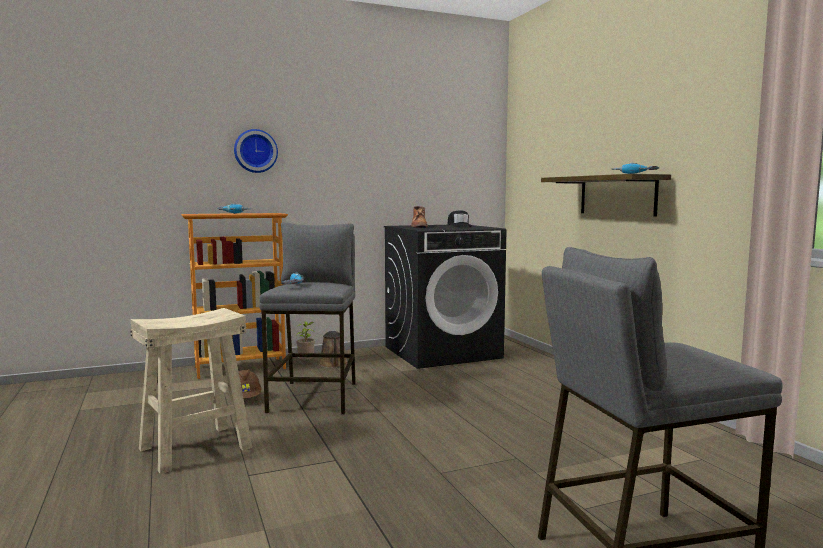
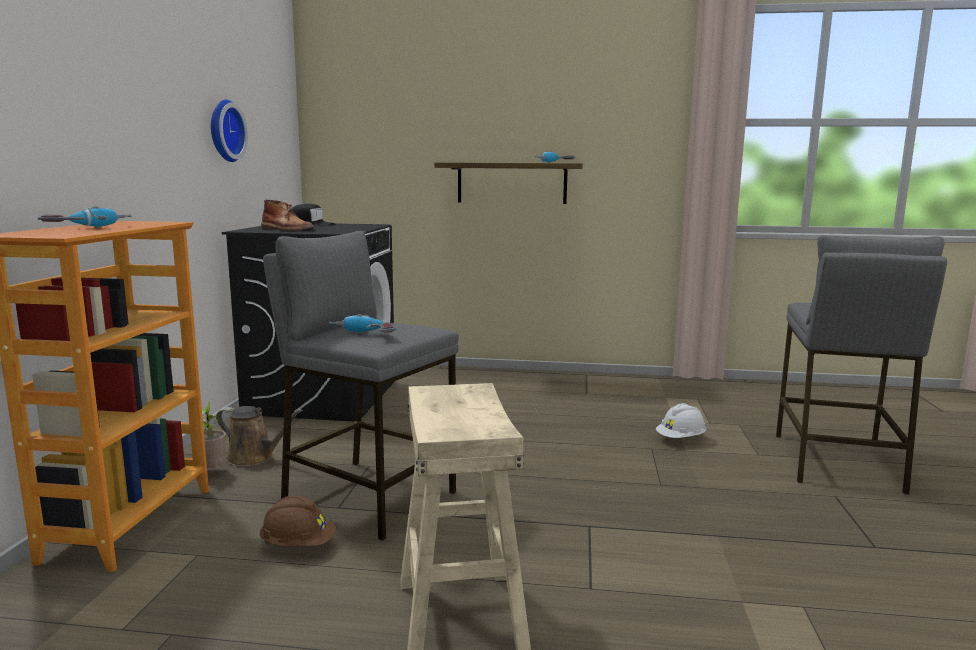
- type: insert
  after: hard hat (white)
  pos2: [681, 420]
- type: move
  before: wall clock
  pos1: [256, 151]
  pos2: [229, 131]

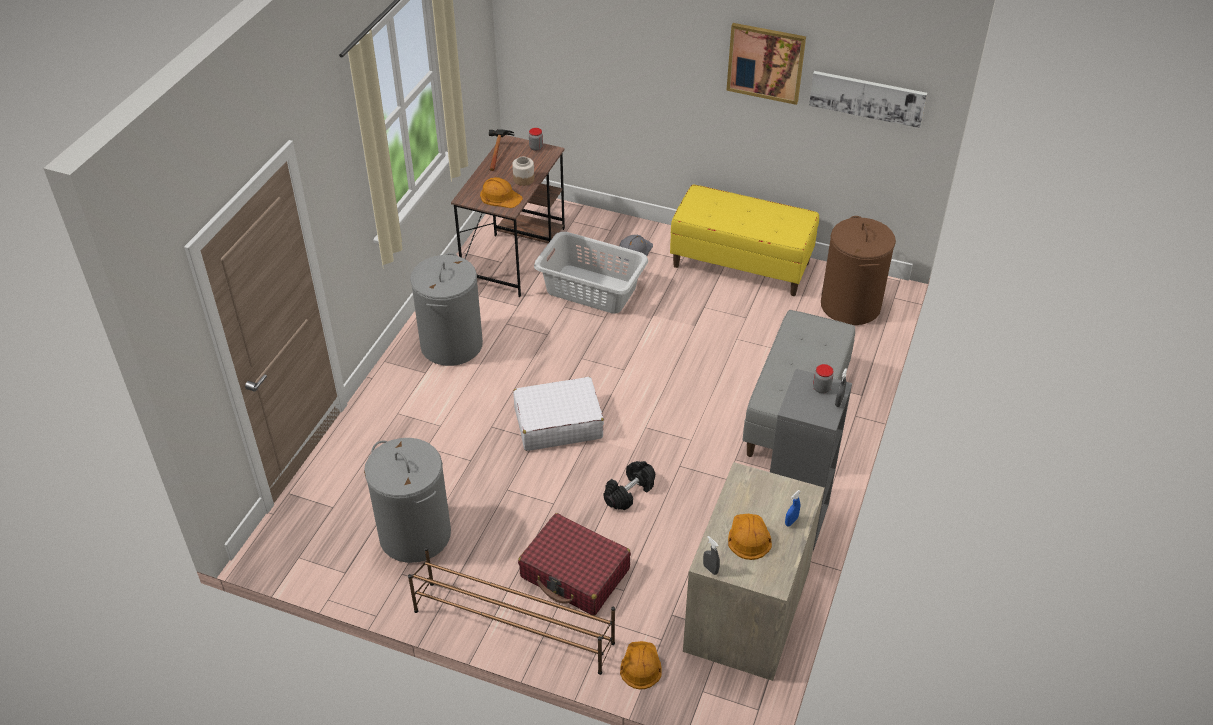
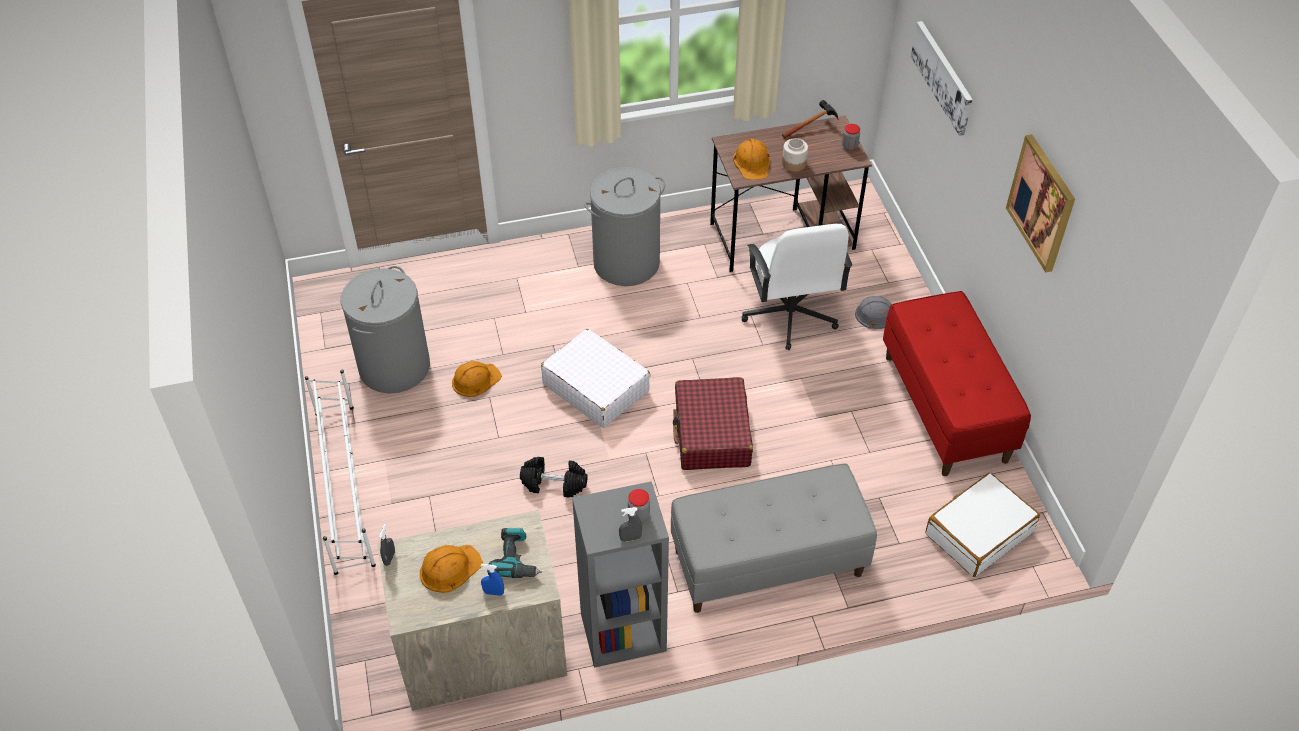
- type: insert
  after: power drill
  pos2: [514, 553]
- type: move
  before: suitcase (red)
  pos1: [574, 564]
  pos2: [713, 423]
- type: move
  before: hard hat (orange)
  pos1: [640, 665]
  pos2: [477, 379]
- type: move
  before: picture
  pos1: [868, 99]
  pos2: [942, 78]
- type: replace
  before: laundry basket (grey)
  after: office chair (white)
  pos1: [591, 273]
  pos2: [797, 287]
- type: replace
  before: laundry basket (brown)
  after: suitcase (white)
  pos1: [858, 270]
  pos2: [982, 525]
- type: recolor
  before: shoe rack (brown)
  after: shoe rack (white)
  pos1: [511, 611]
  pos2: [340, 472]
- type: recolor
  before: bench (yellow)
  after: bench (red)
  pos1: [744, 240]
  pos2: [957, 383]

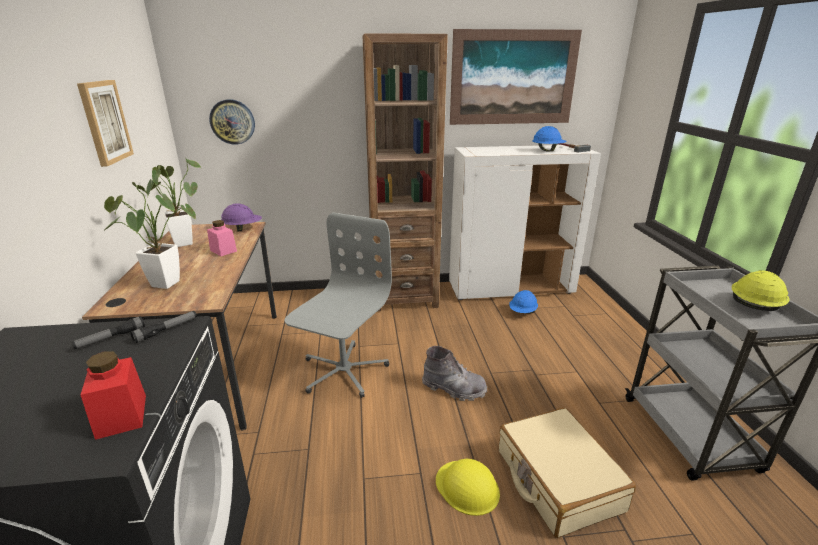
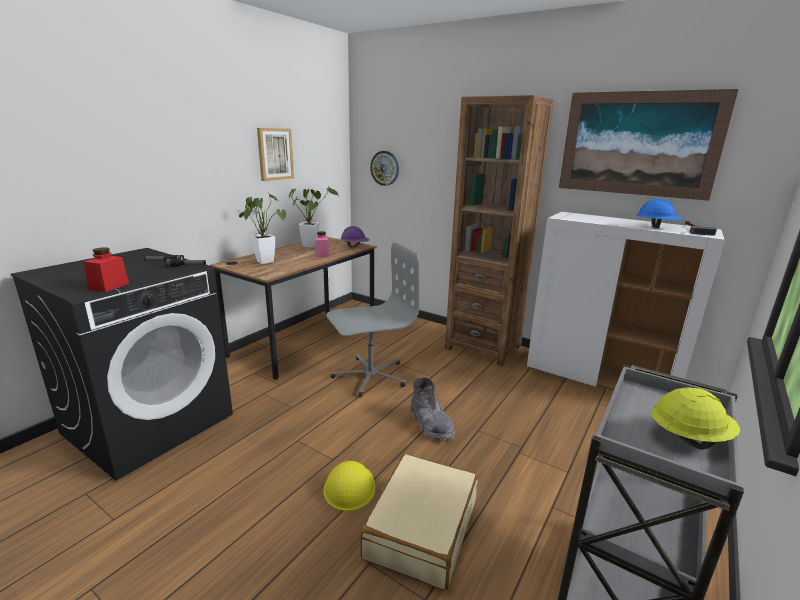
- type: delete
  before: hard hat (blue)
  pos1: [523, 301]

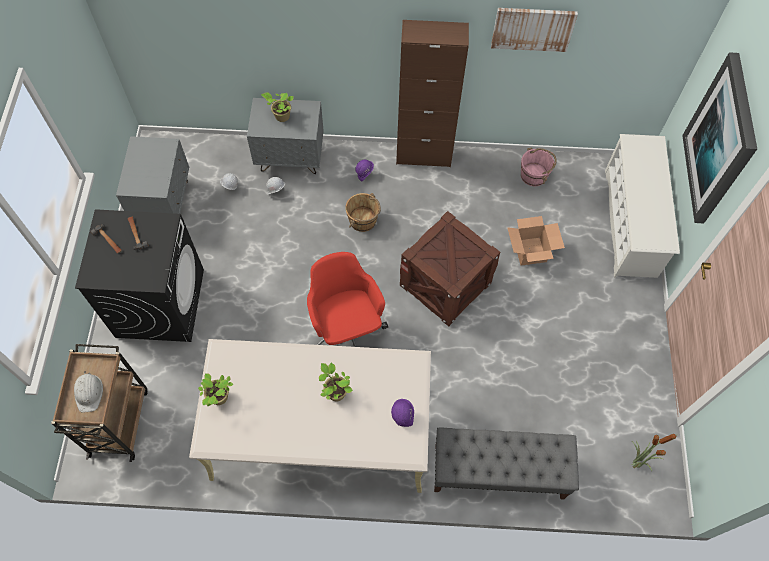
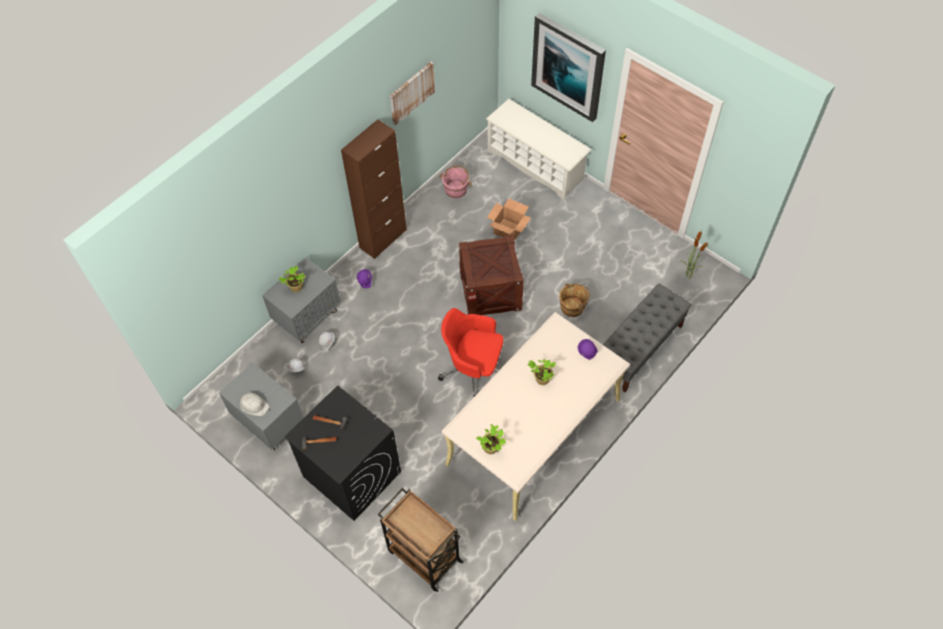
- type: move
  before: hard hat (white)
  pos1: [88, 391]
  pos2: [254, 404]
- type: move
  before: bucket (brown)
  pos1: [363, 212]
  pos2: [574, 300]

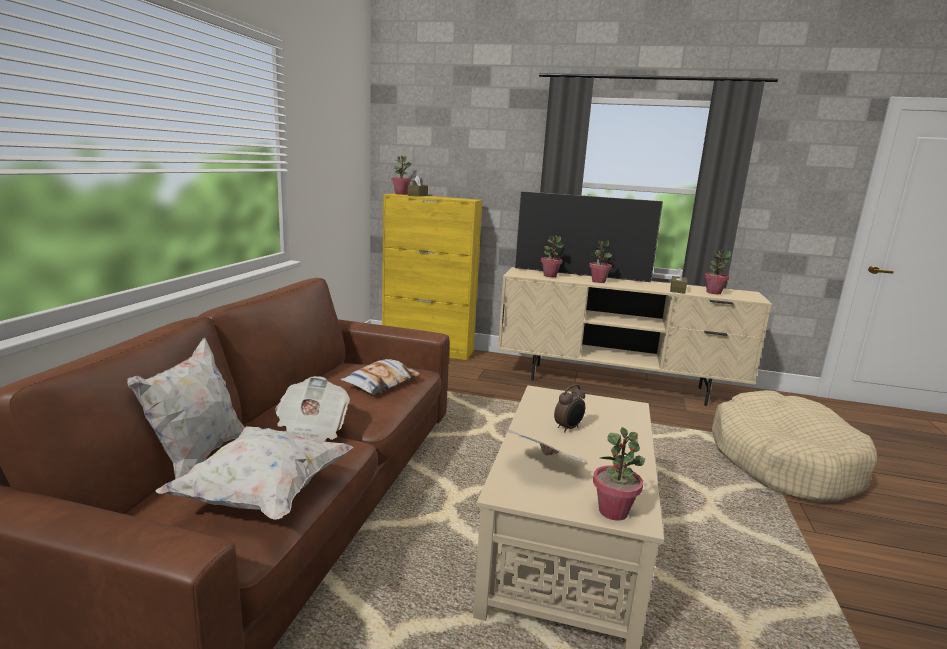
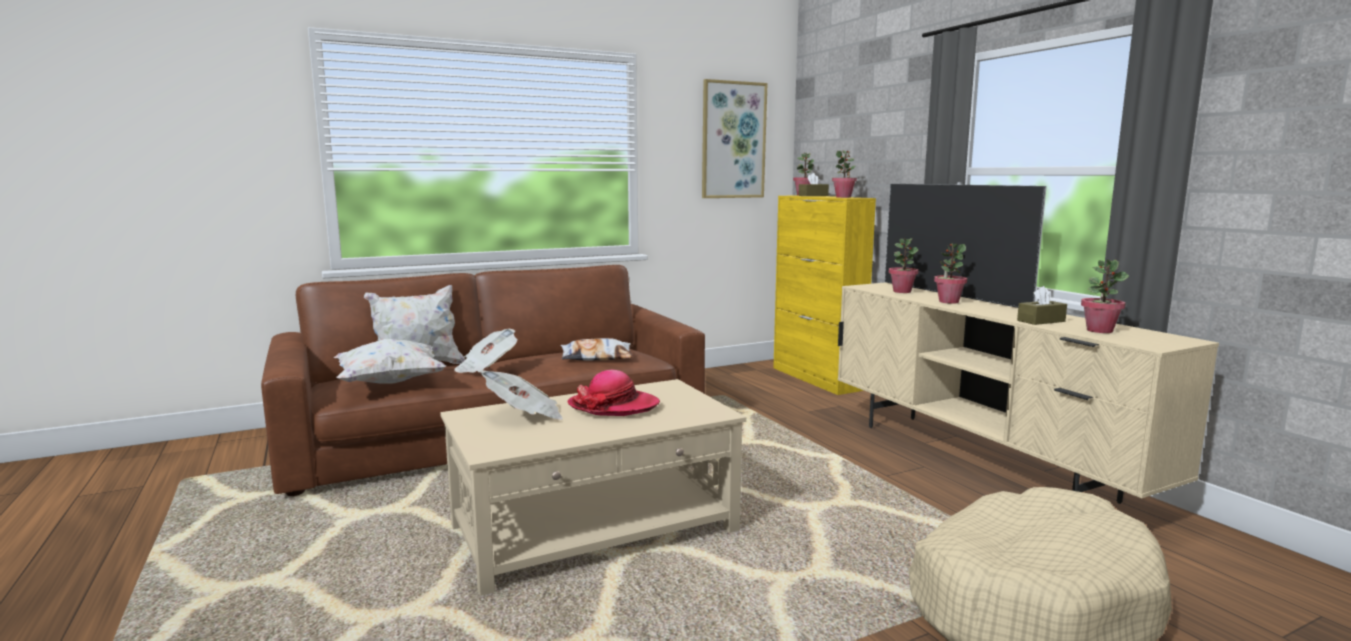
- type: insert
  after: picture
  pos2: [735, 138]
- type: move
  before: potted plant
  pos1: [619, 473]
  pos2: [844, 174]
- type: replace
  before: alarm clock
  after: hat
  pos1: [569, 408]
  pos2: [613, 393]

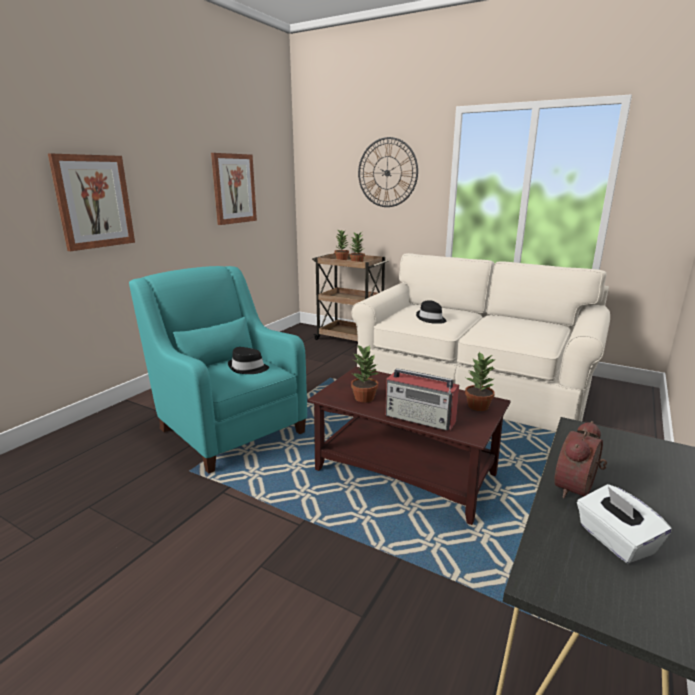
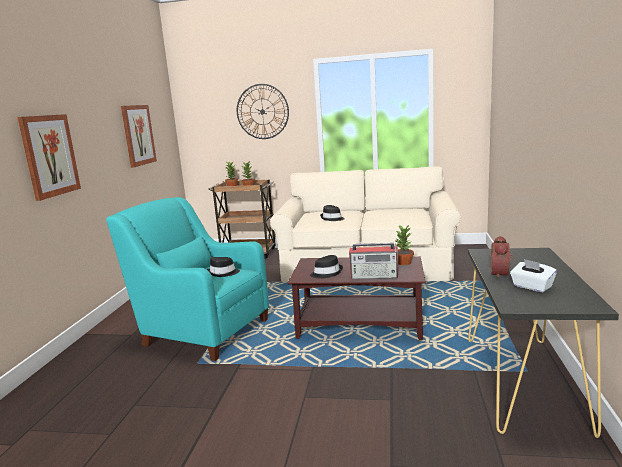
- type: replace
  before: potted plant
  after: hat (black)
  pos1: [365, 373]
  pos2: [326, 267]

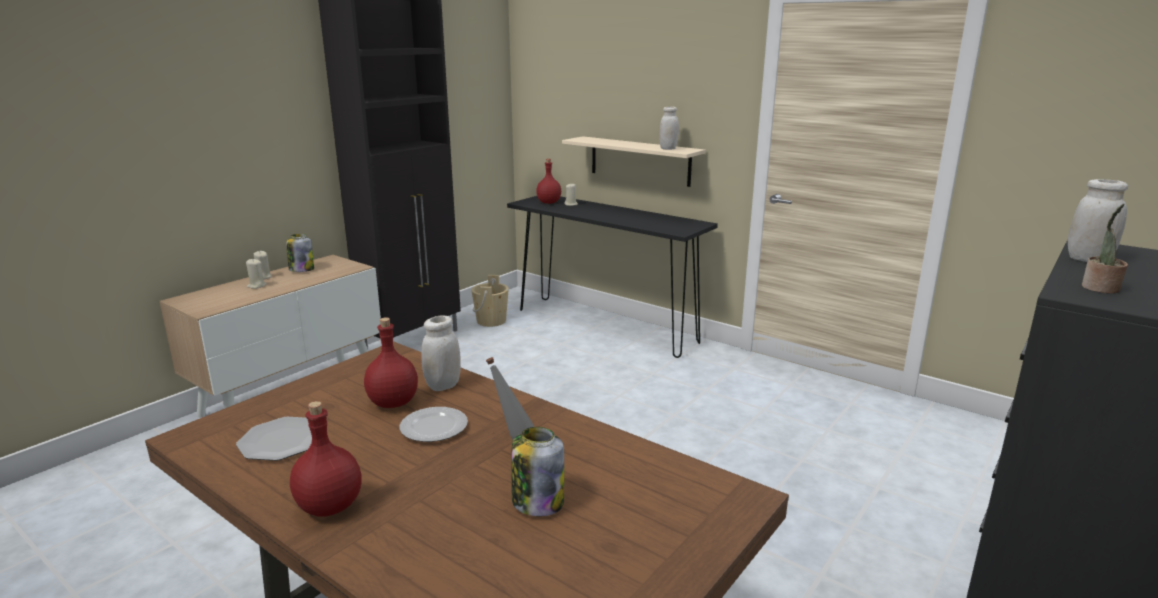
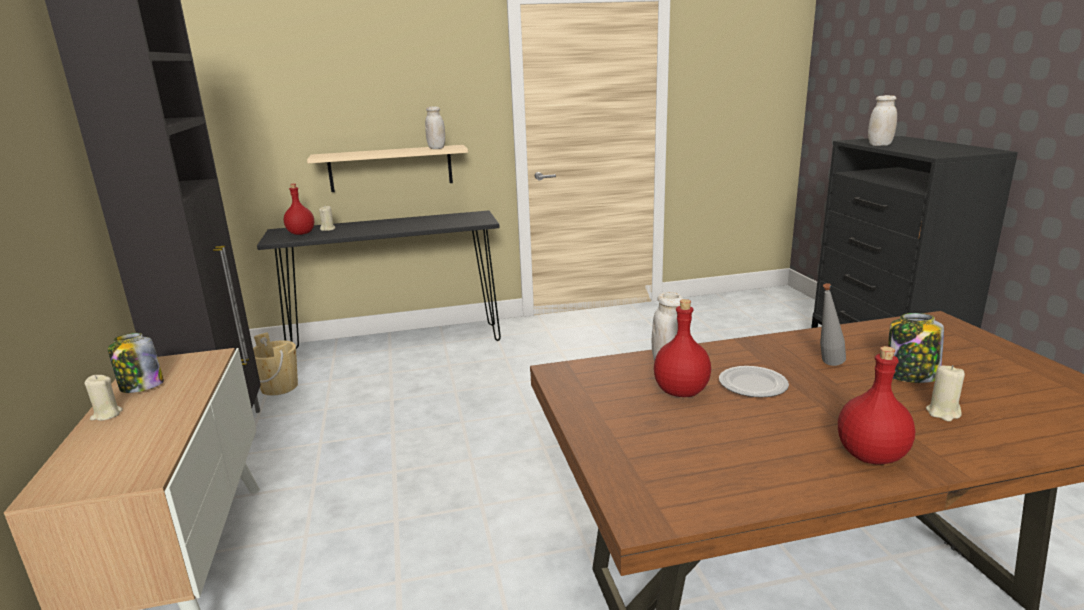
- type: delete
  before: plate
  pos1: [274, 439]
- type: delete
  before: potted plant
  pos1: [1105, 248]
- type: move
  before: candle (beige)
  pos1: [256, 274]
  pos2: [945, 393]

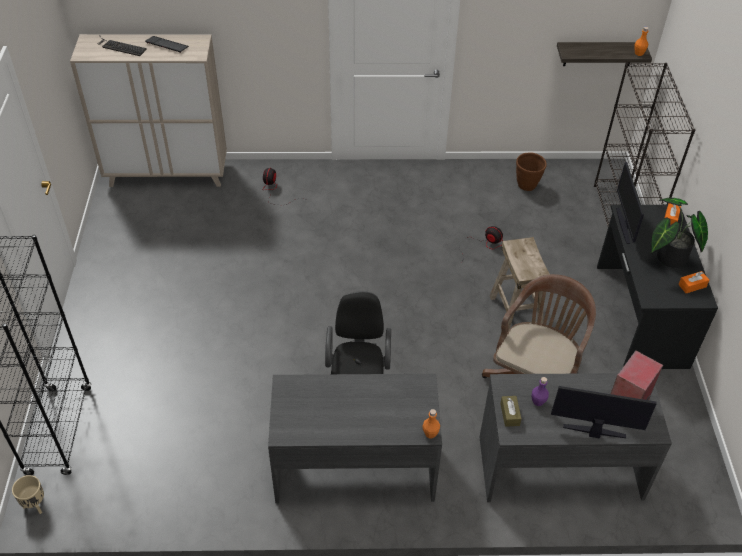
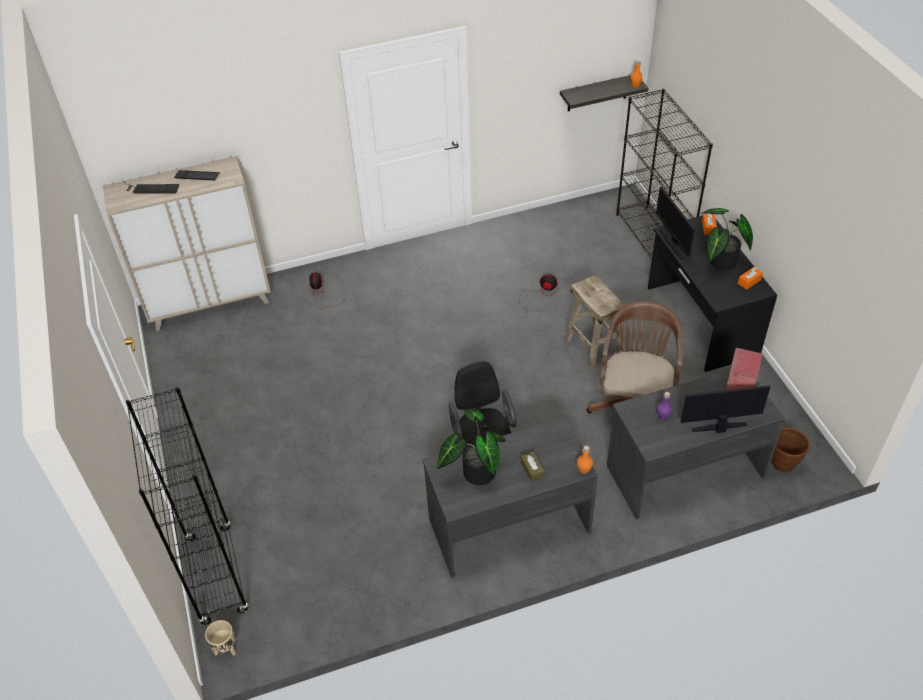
- type: insert
  after: potted plant
  pos2: [471, 447]
- type: move
  before: tissue box (brown)
  pos1: [511, 411]
  pos2: [532, 467]
- type: move
  before: planter (brown)
  pos1: [531, 171]
  pos2: [791, 449]

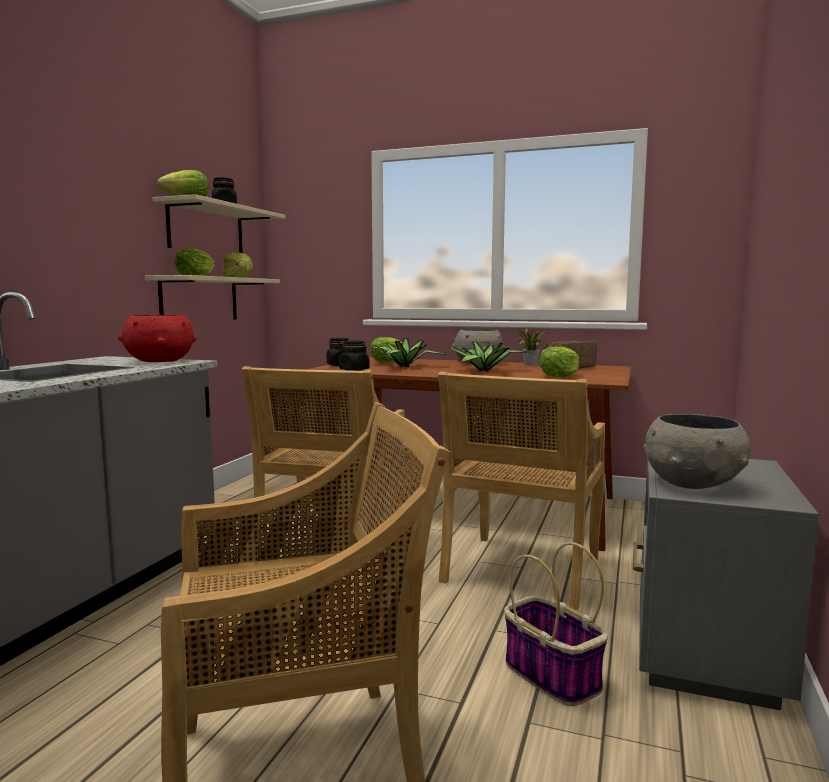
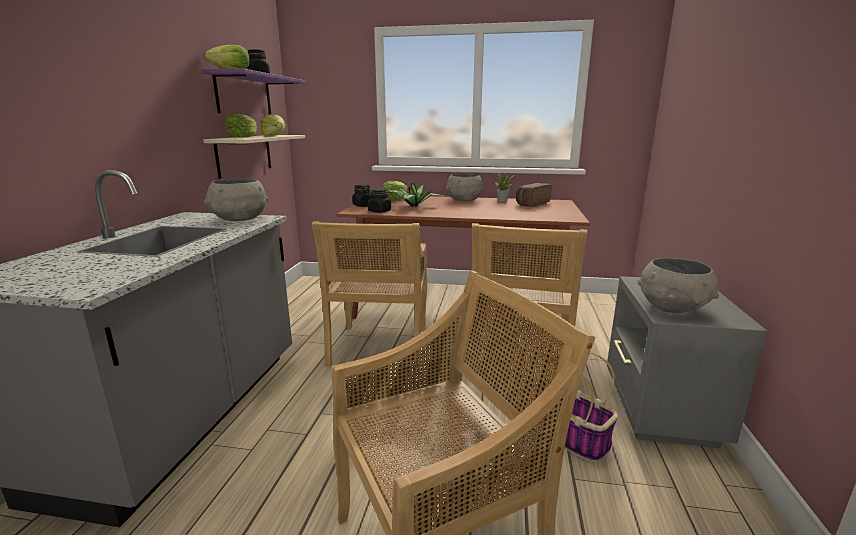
- type: delete
  before: potted plant
  pos1: [488, 356]
- type: delete
  before: lettuce
  pos1: [559, 362]
- type: recolor
  before: bowl (red)
  after: bowl (grey)
  pos1: [157, 338]
  pos2: [236, 200]
- type: recolor
  before: shelf (beige)
  after: shelf (purple)
  pos1: [219, 223]
  pos2: [254, 91]

